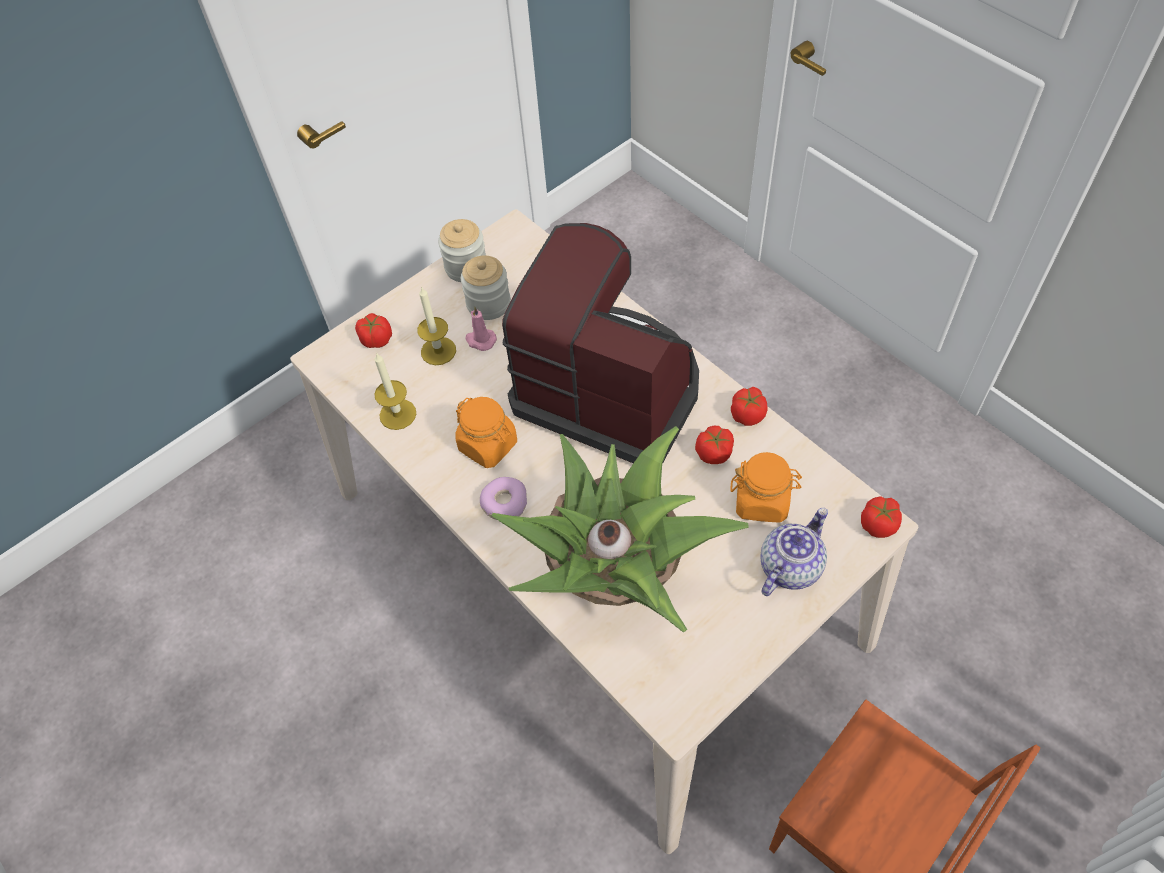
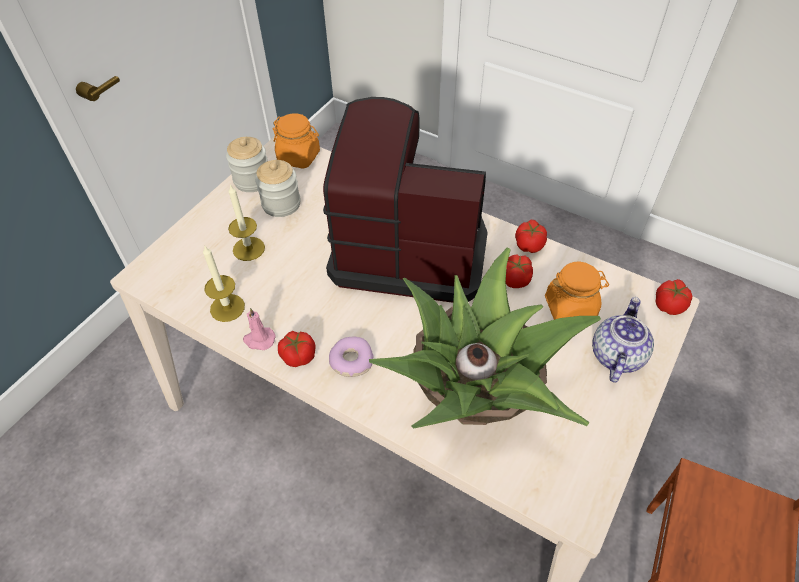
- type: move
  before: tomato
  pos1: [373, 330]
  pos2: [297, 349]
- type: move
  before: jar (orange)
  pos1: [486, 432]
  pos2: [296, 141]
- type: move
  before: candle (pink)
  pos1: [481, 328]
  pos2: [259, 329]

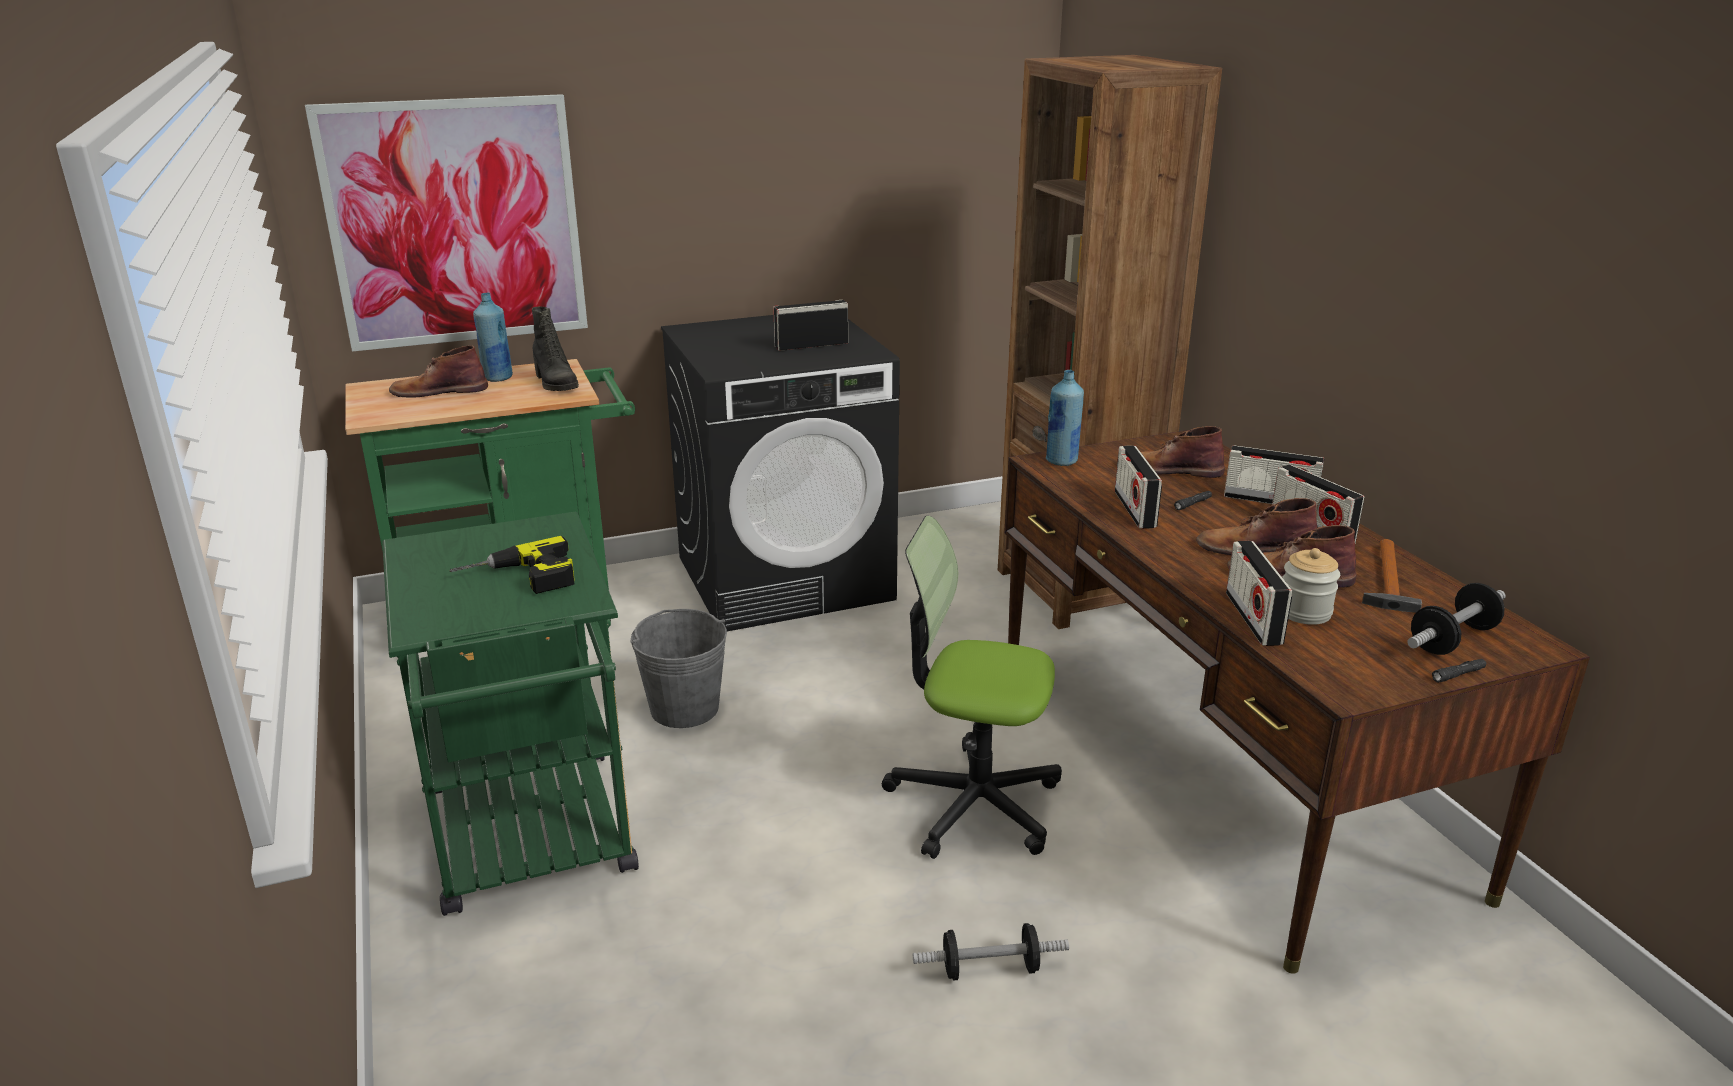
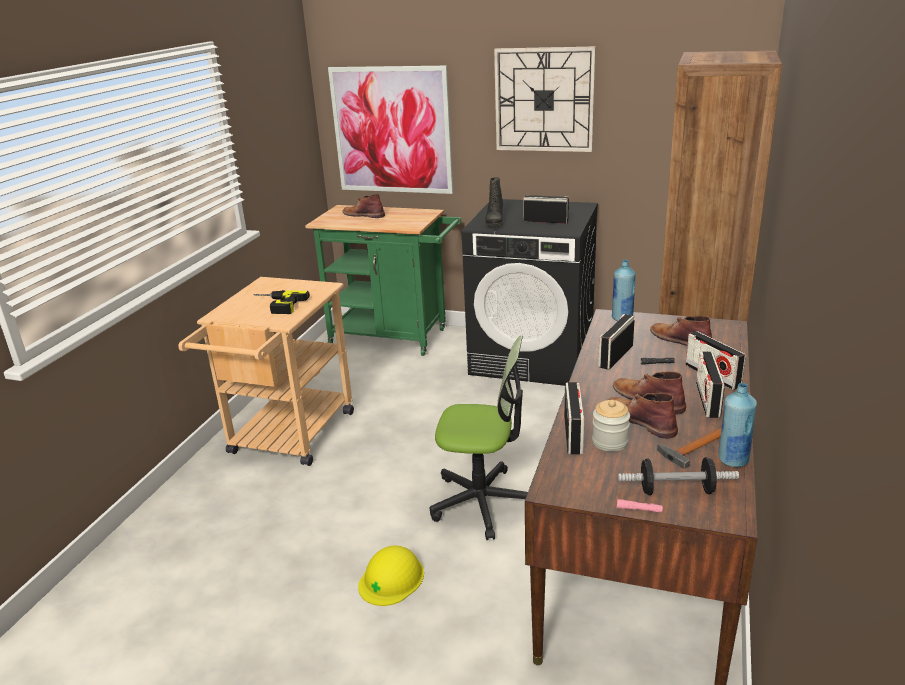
- type: delete
  before: bucket (grey)
  pos1: [679, 668]
- type: insert
  after: wall clock
  pos2: [545, 99]
- type: move
  before: bottle (blue)
  pos1: [493, 337]
  pos2: [737, 425]
- type: move
  before: boot (black)
  pos1: [555, 348]
  pos2: [494, 202]
- type: replace
  before: dumbbell
  after: hard hat (yellow)
  pos1: [991, 951]
  pos2: [391, 576]
- type: recolor
  before: cart (green)
  after: cart (beige)
  pos1: [510, 714]
  pos2: [266, 371]
- type: recolor
  before: flashlight (black)
  after: flashlight (pink)
  pos1: [1459, 671]
  pos2: [640, 505]
- type: rotate
  before: office chair
  pos1: [972, 687]
  pos2: [479, 438]
  turn: 135
- type: rotate
  before: radio
  pos1: [1259, 593]
  pos2: [574, 418]
  turn: 150

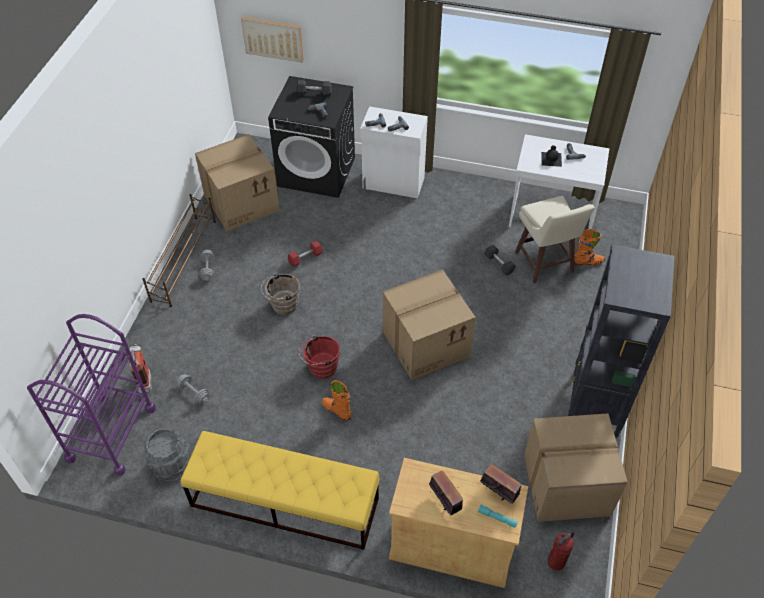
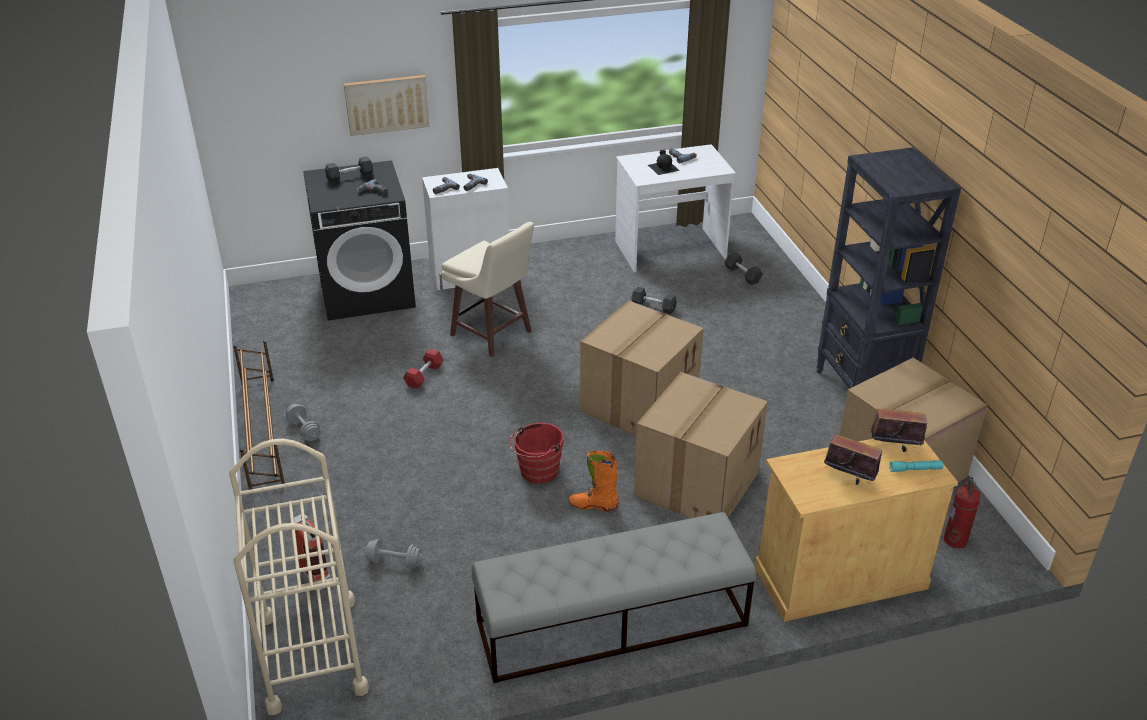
- type: delete
  before: bucket (grey)
  pos1: [167, 454]
- type: delete
  before: bucket (brown)
  pos1: [280, 294]
- type: move
  before: cardboard box
  pos1: [237, 182]
  pos2: [701, 445]
- type: move
  before: picture
  pos1: [272, 40]
  pos2: [386, 105]
- type: move
  before: stool (beige)
  pos1: [555, 239]
  pos2: [488, 289]
- type: replace
  before: boot (orange)
  after: dumbbell (grey)
  pos1: [589, 247]
  pos2: [743, 268]
- type: recolor
  before: cart (purple)
  after: cart (beige)
  pos1: [91, 395]
  pos2: [299, 577]
- type: recolor
  before: bench (yellow)
  after: bench (grey)
  pos1: [280, 490]
  pos2: [614, 597]

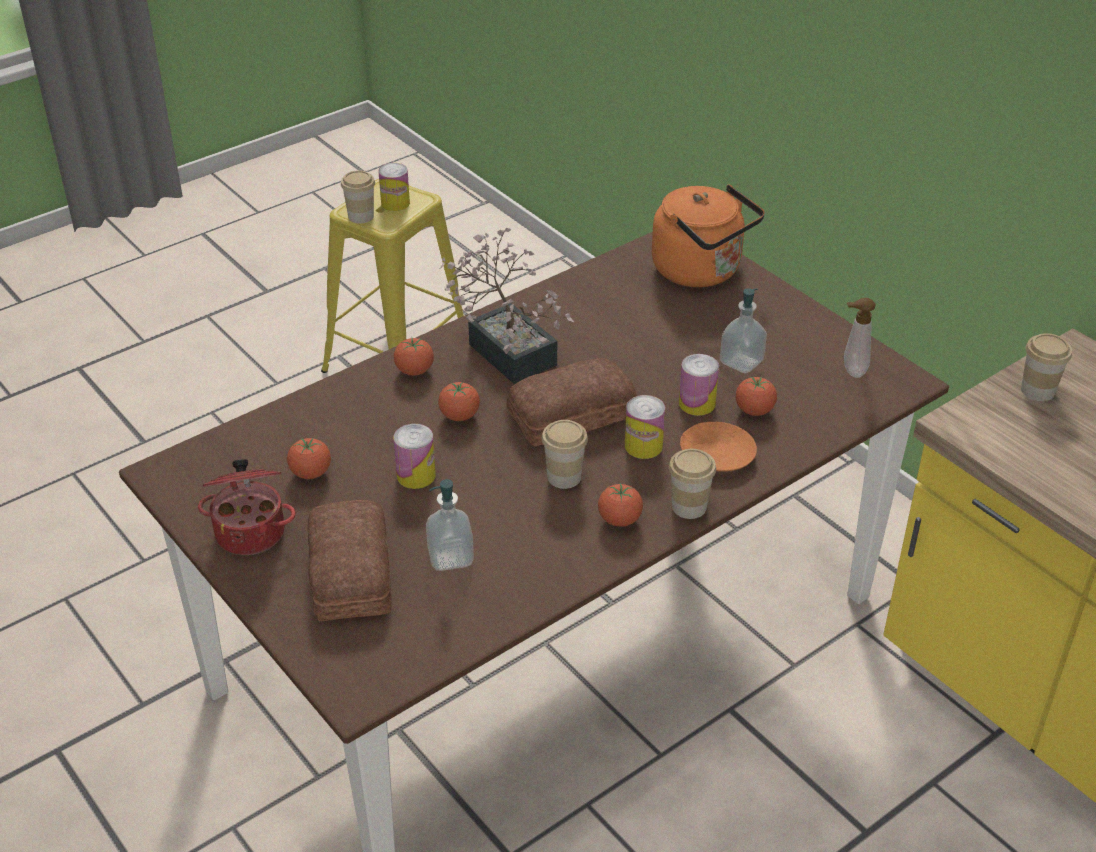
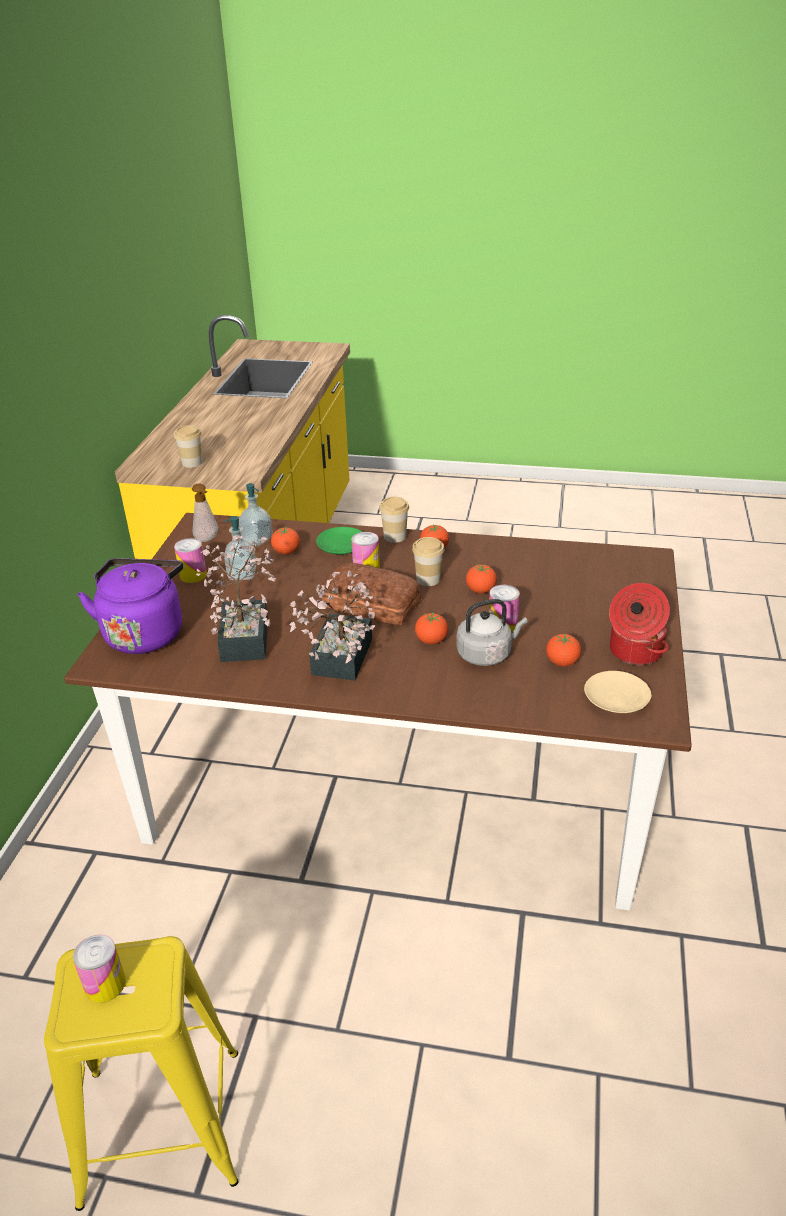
- type: delete
  before: bread
  pos1: [349, 560]
- type: delete
  before: cup
  pos1: [358, 197]
- type: insert
  after: potted plant
  pos2: [236, 598]
- type: insert
  after: kettle (grey)
  pos2: [491, 632]
- type: insert
  after: plate (beige)
  pos2: [618, 692]
- type: move
  before: tomato
  pos1: [414, 356]
  pos2: [481, 579]
- type: move
  before: soap dispenser
  pos1: [450, 525]
  pos2: [256, 514]
- type: move
  before: can
  pos1: [699, 385]
  pos2: [190, 560]
- type: recolor
  before: kettle (orange)
  after: kettle (purple)
  pos1: [708, 236]
  pos2: [130, 606]
- type: recolor
  before: plate (orange)
  after: plate (green)
  pos1: [718, 447]
  pos2: [339, 541]

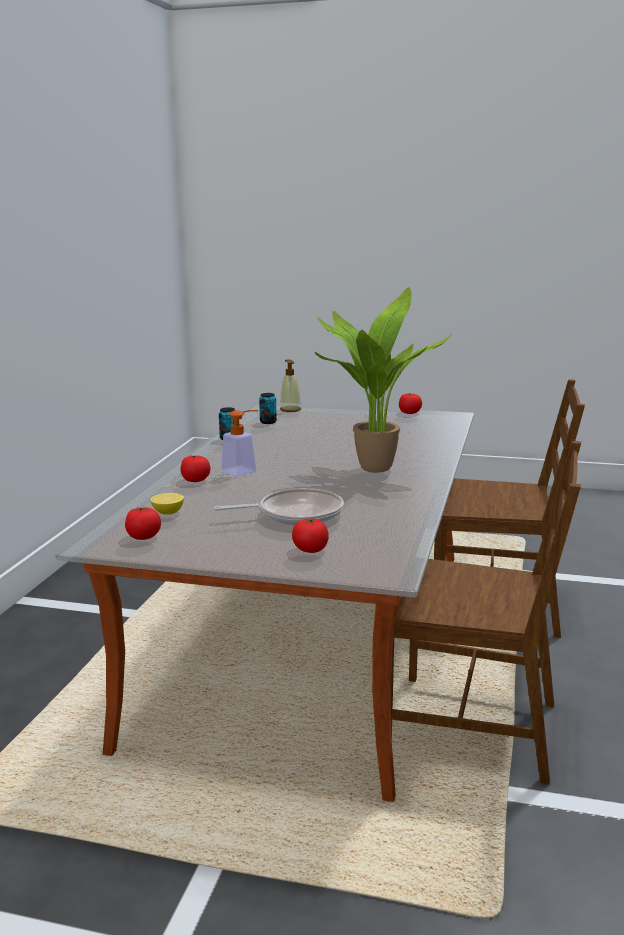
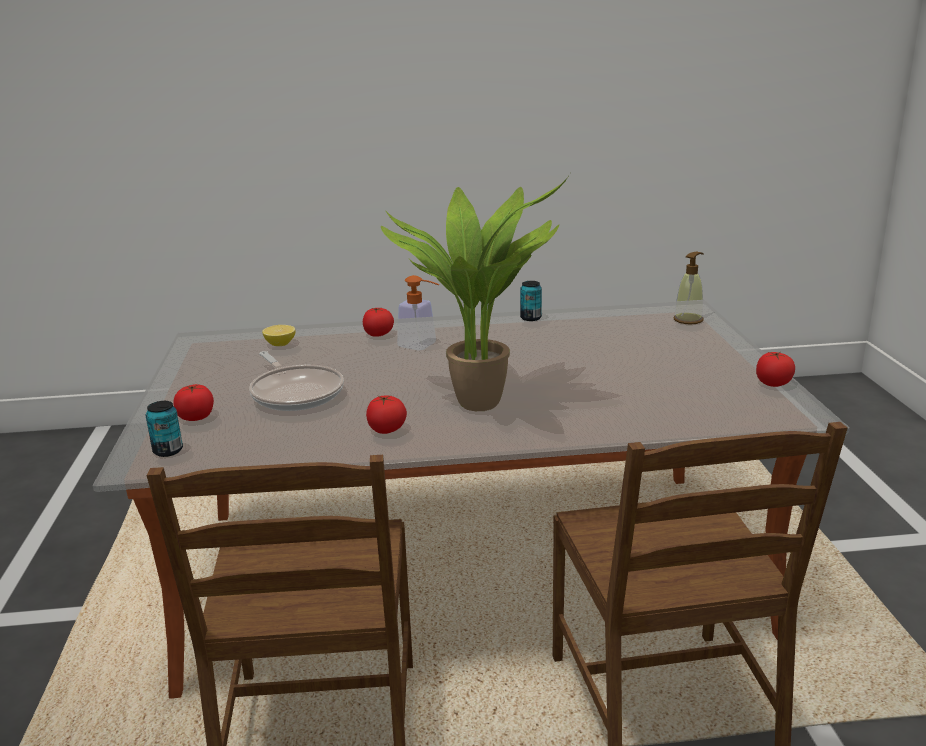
- type: move
  before: tomato
  pos1: [143, 523]
  pos2: [386, 415]
- type: move
  before: can
  pos1: [268, 408]
  pos2: [164, 429]

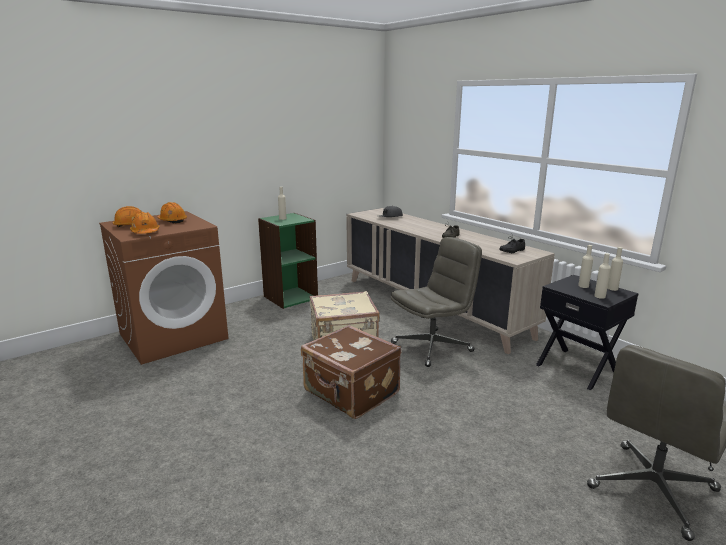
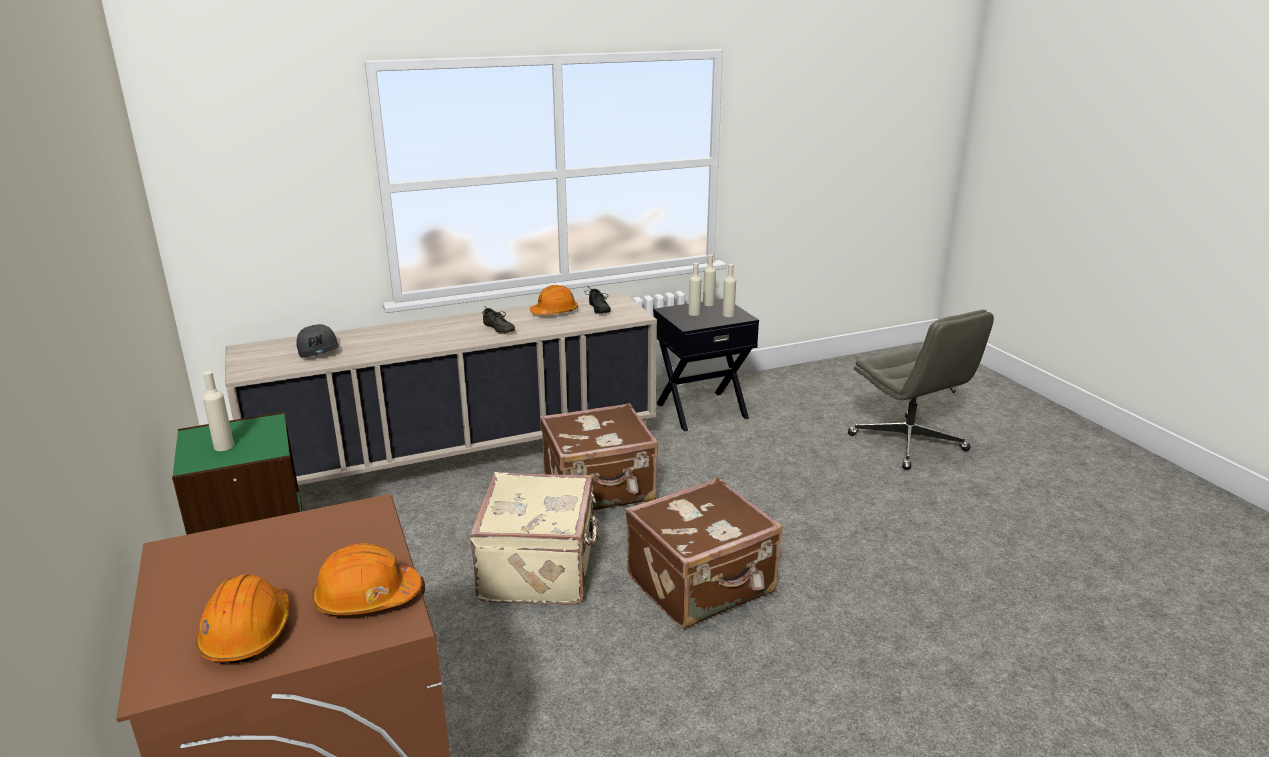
- type: move
  before: hard hat (orange)
  pos1: [172, 212]
  pos2: [554, 300]
- type: replace
  before: office chair (grey)
  after: suitcase (brown)
  pos1: [436, 302]
  pos2: [599, 456]

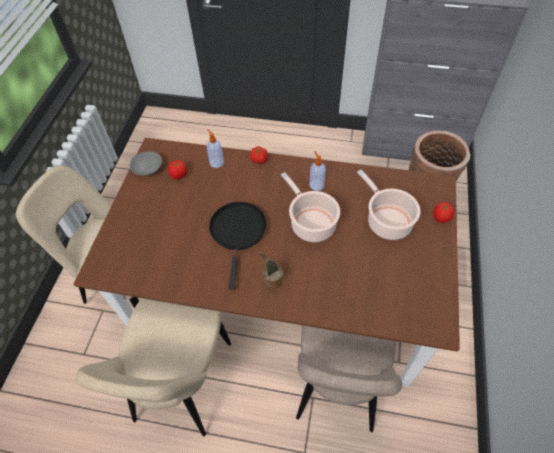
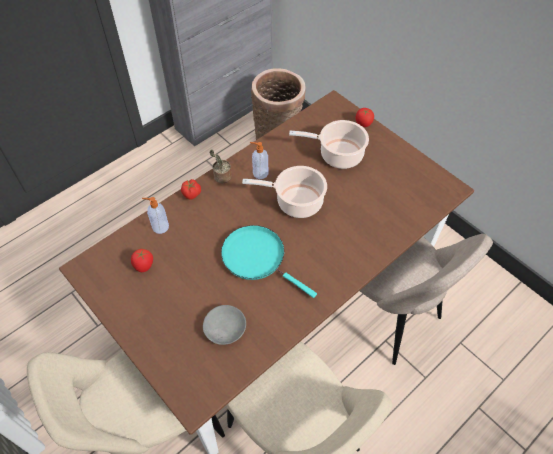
- type: move
  before: bowl (grey)
  pos1: [145, 163]
  pos2: [224, 325]
- type: move
  before: potted plant
  pos1: [270, 271]
  pos2: [221, 166]
- type: recolor
  before: frying pan (black)
  after: frying pan (turquoise)
  pos1: [238, 246]
  pos2: [269, 261]

